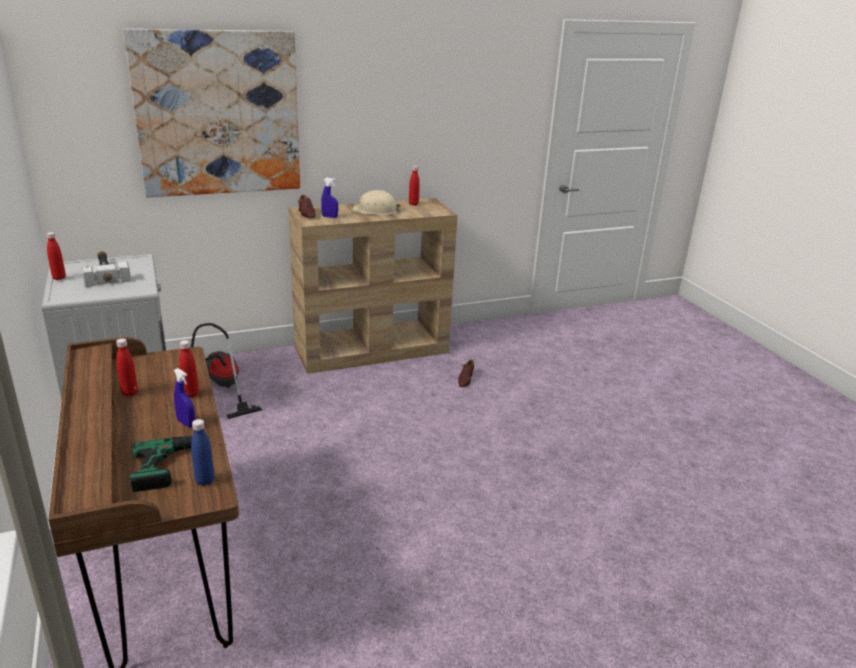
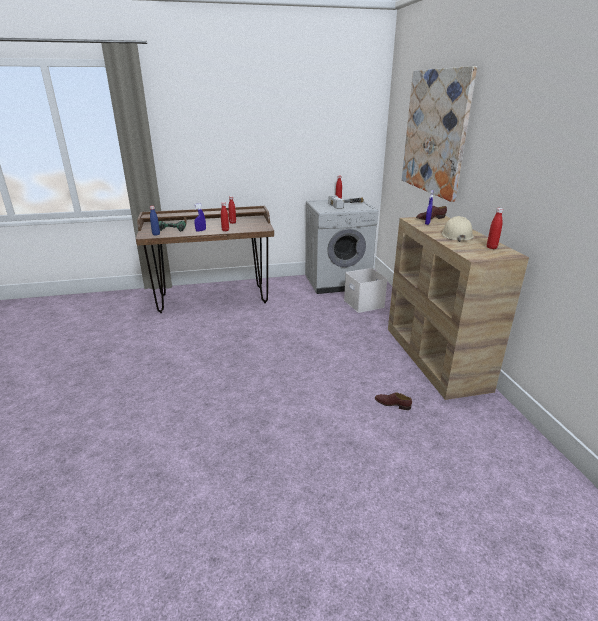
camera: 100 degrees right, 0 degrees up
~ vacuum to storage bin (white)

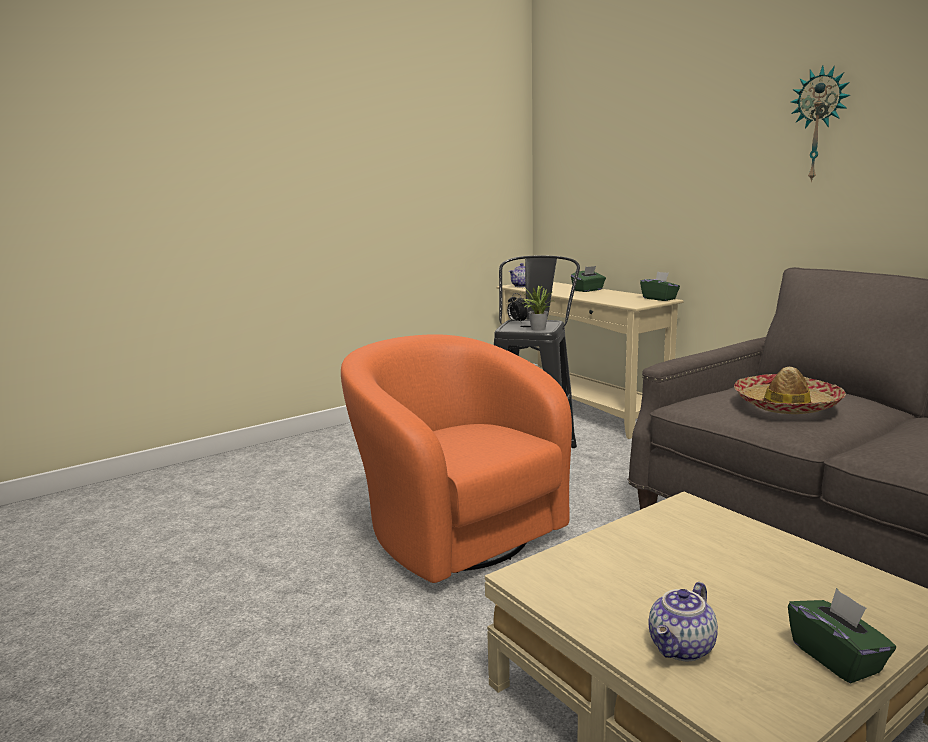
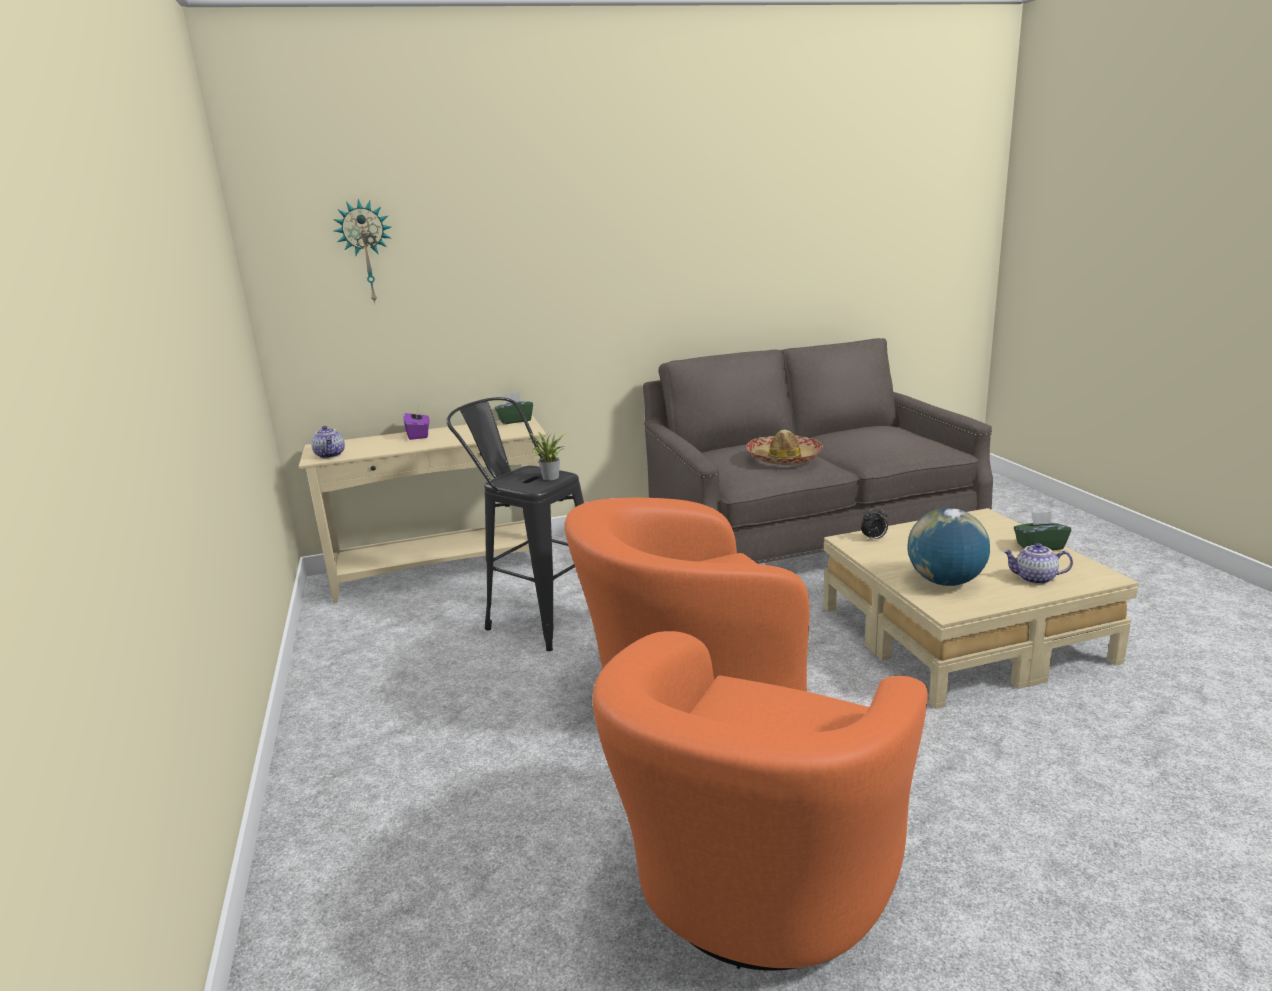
camera: 70 degrees left, 5 degrees up
+ lounge chair (orange-coloured) (2nd from left)
+ world globe
~ alarm clock
~ clock on the wall
~ tissue holder (green-coloured) (1st from left) to tissue holder (purple)
~ pot for tea (2nd from left) 135 degrees clockwise

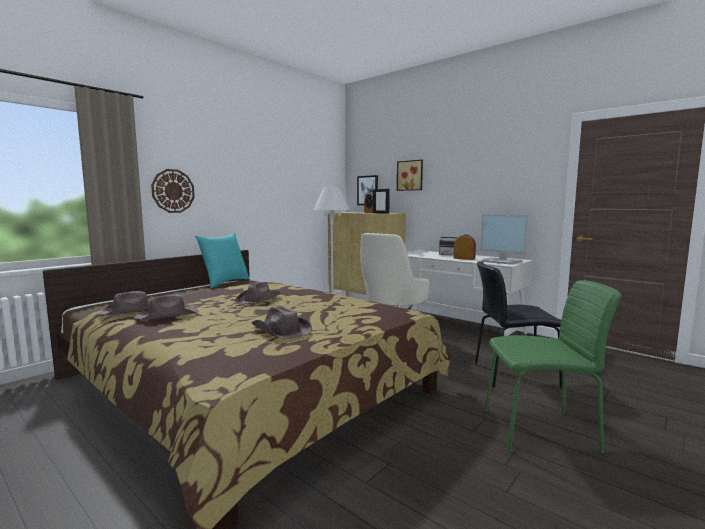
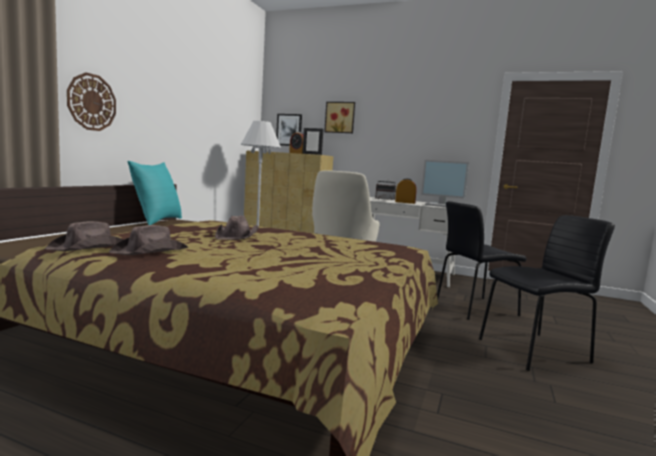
camera: 20 degrees left, 0 degrees up
- clothing hat (brown-coloured) (4th from left)
~ upright chair (green-coloured) to upright chair (black) (2nd from left)

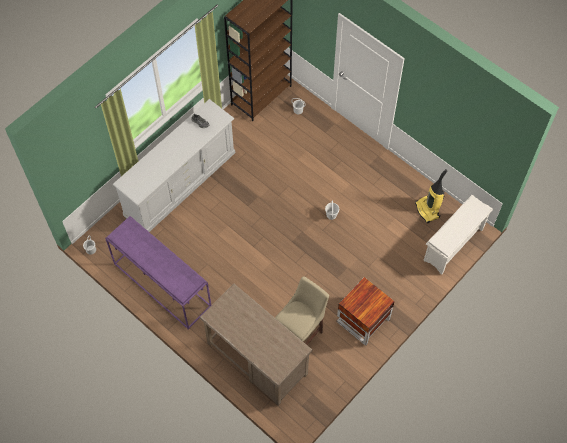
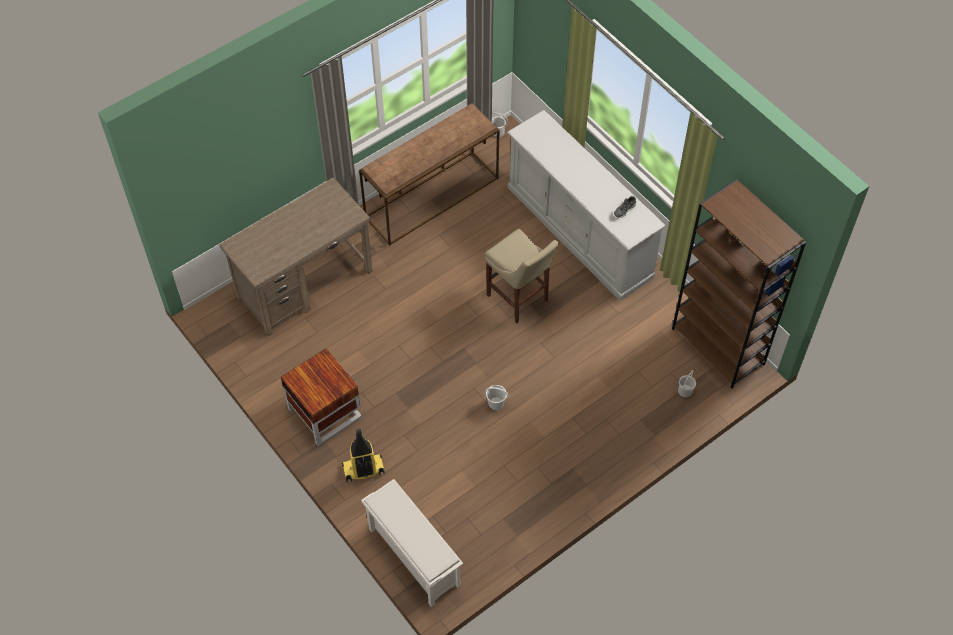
camera: 100 degrees right, 5 degrees down
~ stool (beige)
~ vacuum
~ console table (purple) to console table (brown-coloured)

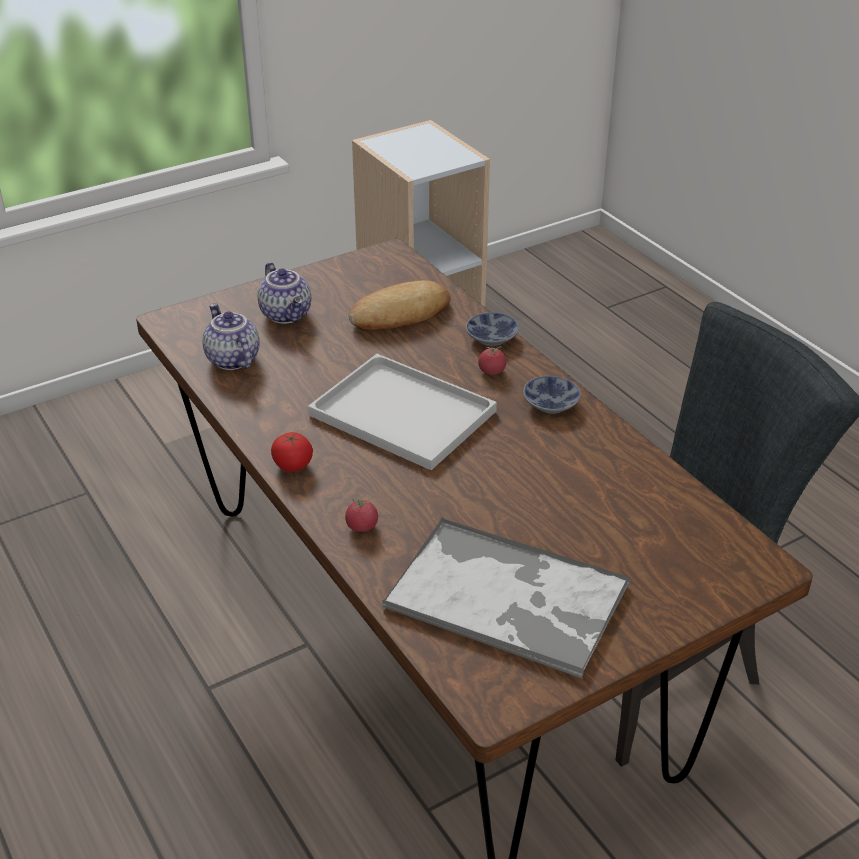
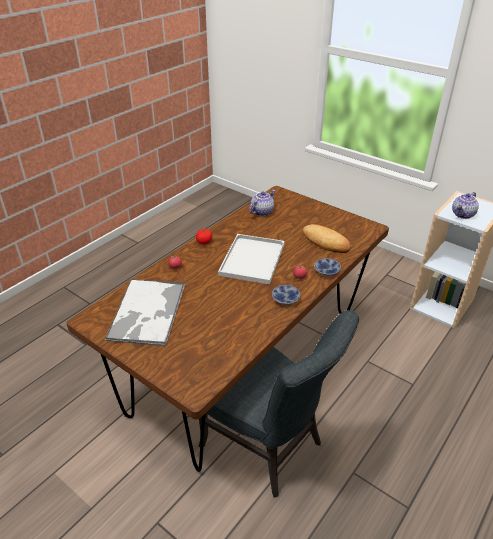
camera: 70 degrees right, 0 degrees up
~ pot for tea (2nd from left)

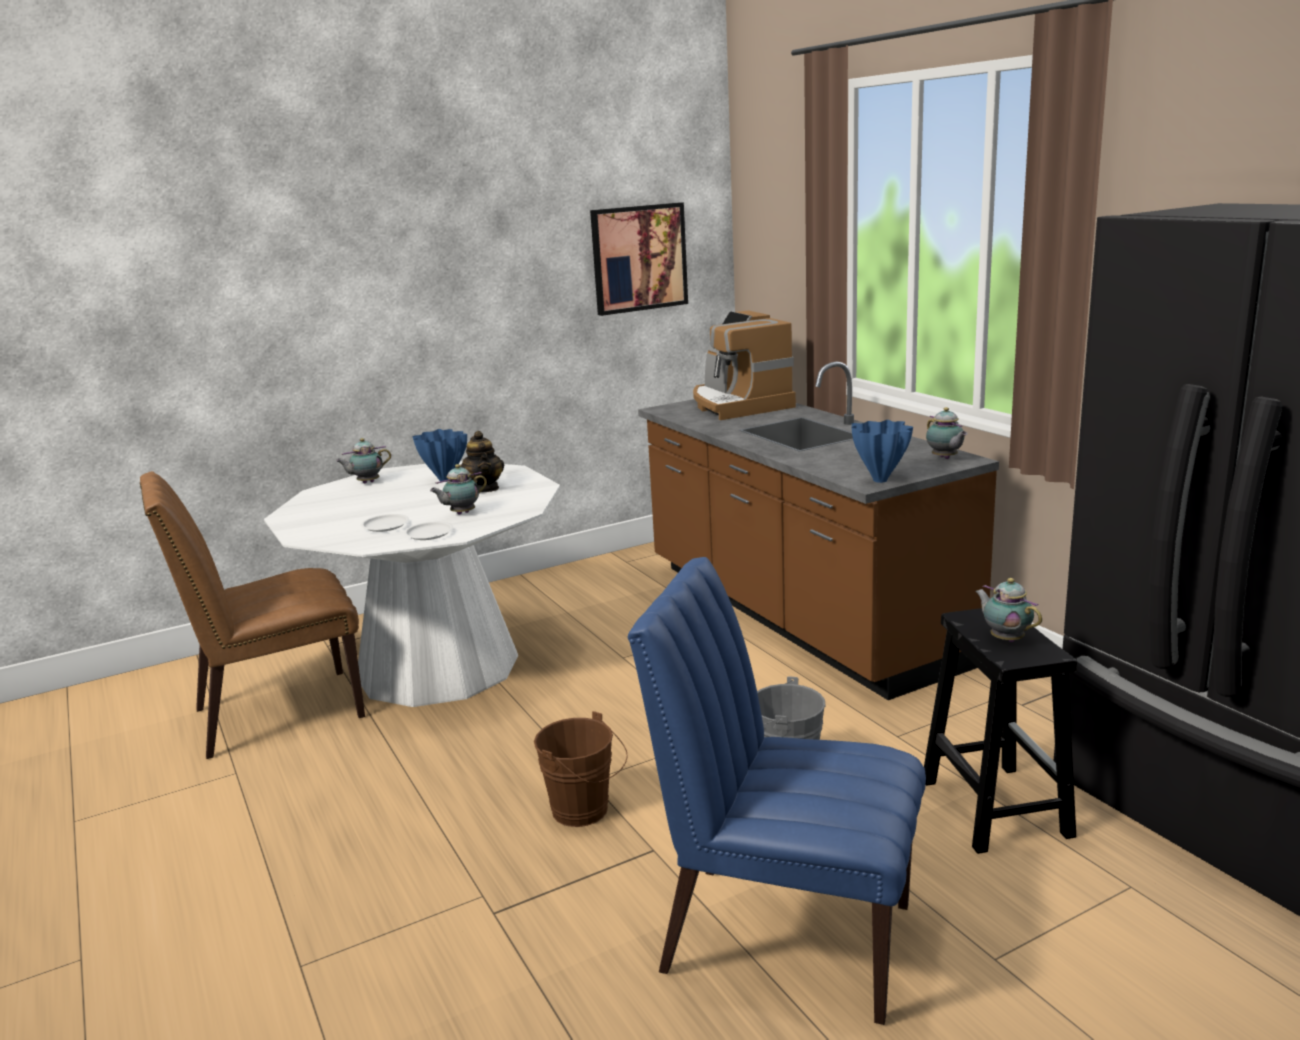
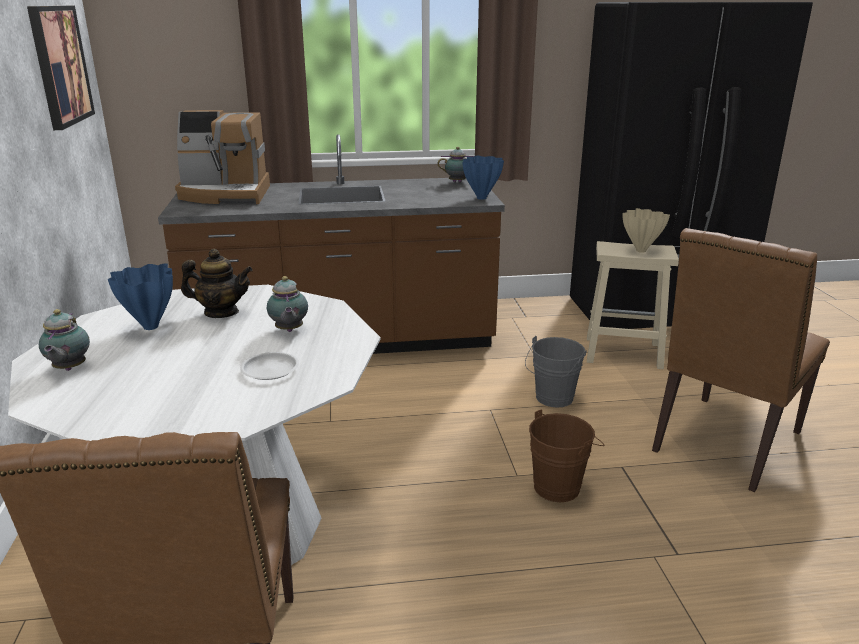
camera: 70 degrees left, 5 degrees up
- plate (white) (2nd from left)
~ pot for tea (5th from left) to flower vase (beige)
~ upright chair (bluish) to upright chair (brown-coloured) (2nd from left)
~ stool (black) to stool (beige)

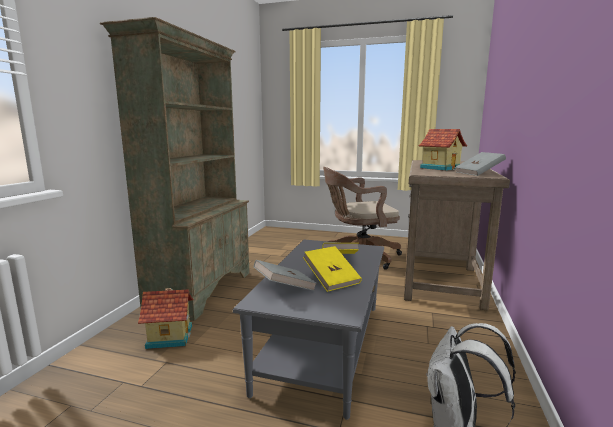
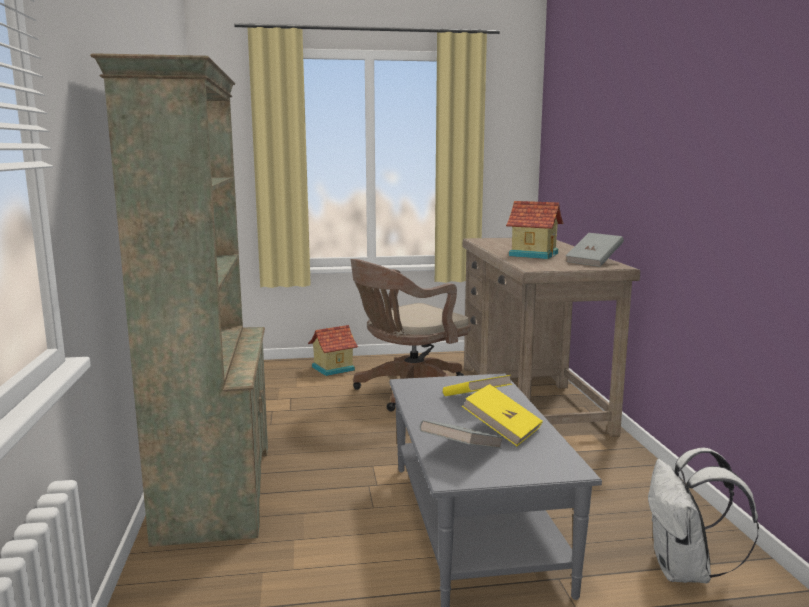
camera: 25 degrees left, 0 degrees up
~ model house (1st from left)

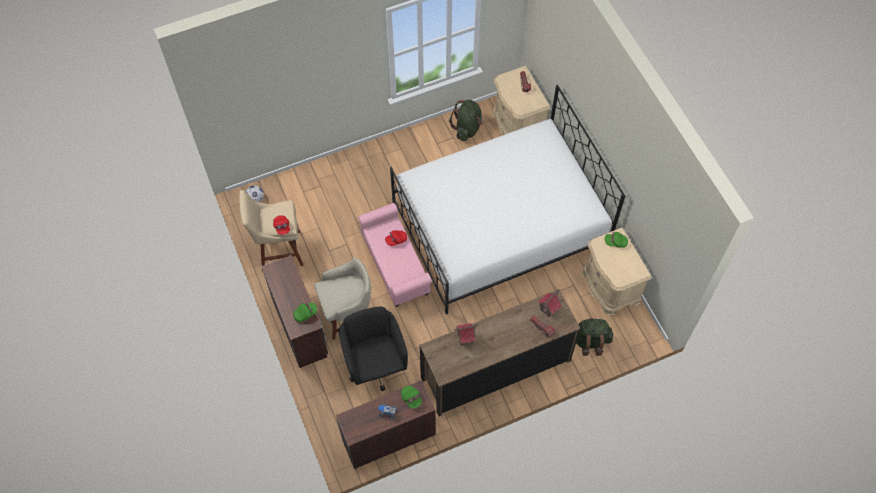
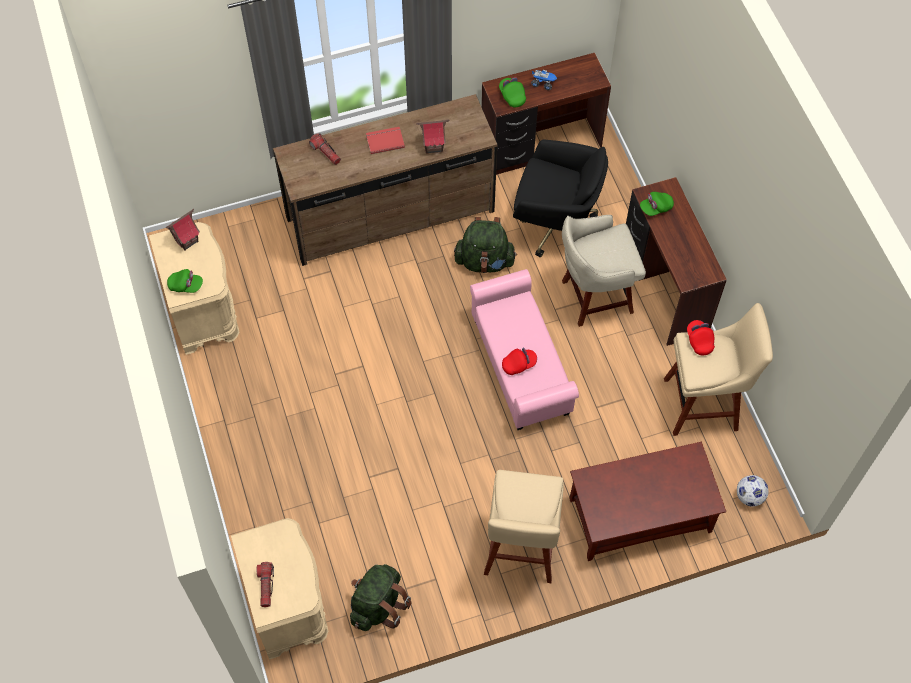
camera: 175 degrees left, 0 degrees up
- sleeping bed (white)
+ bound book (reddish)
+ stool (beige) (1st from left)
+ coffee table (brown-coloured)
~ model house (2nd from left in the first image) to model house (1st from left)
~ backpack (green-coloured) (2nd from left)
~ computer chair (black) 60 degrees counterclockwise

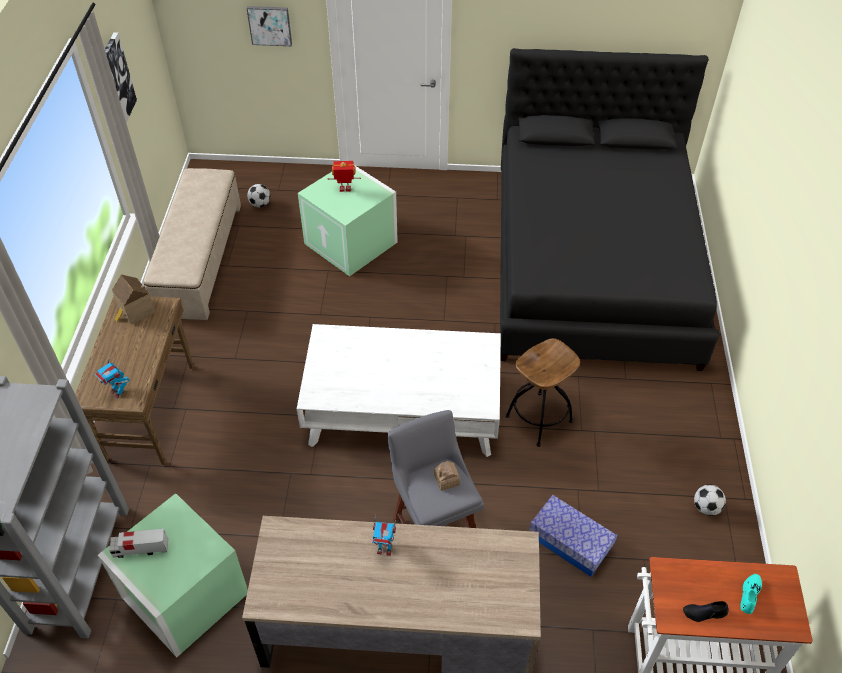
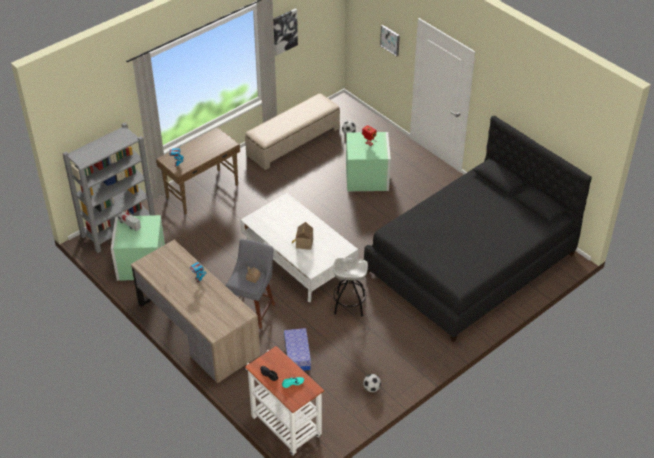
camera: 45 degrees right, 5 degrees down
~ model house (1st from left in the first image) to model house (2nd from left)
~ stool (brown-coloured) to stool (grey) (2nd from left)

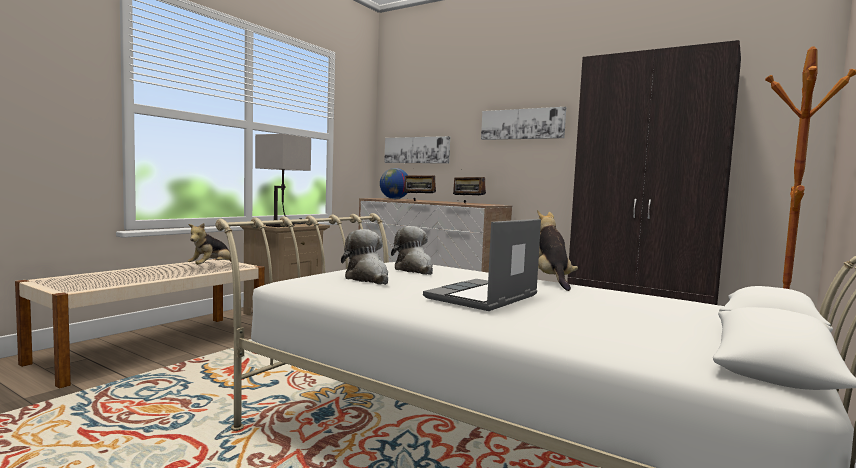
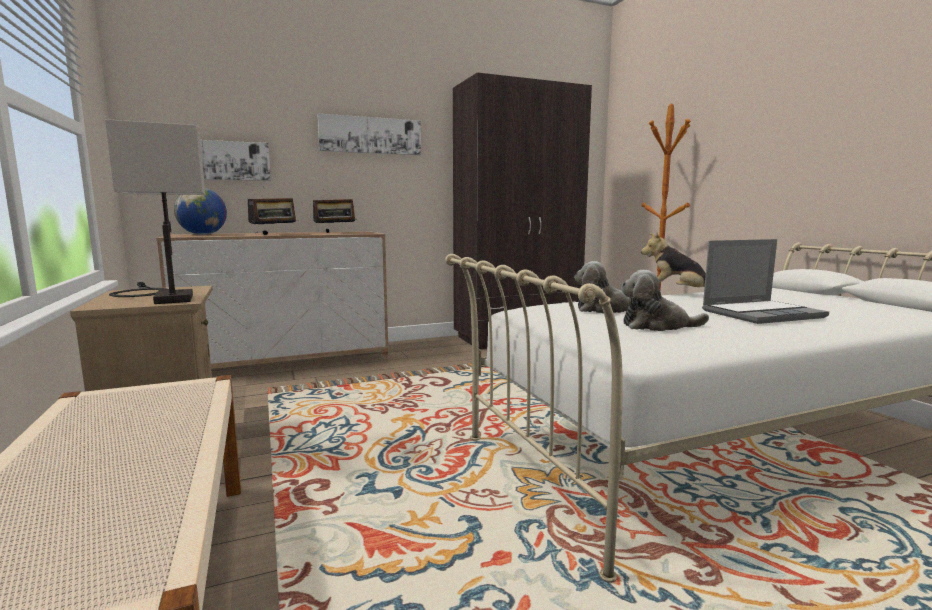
camera: 55 degrees left, 5 degrees up
- soft toy (1st from left)
~ portable computer 90 degrees counterclockwise

